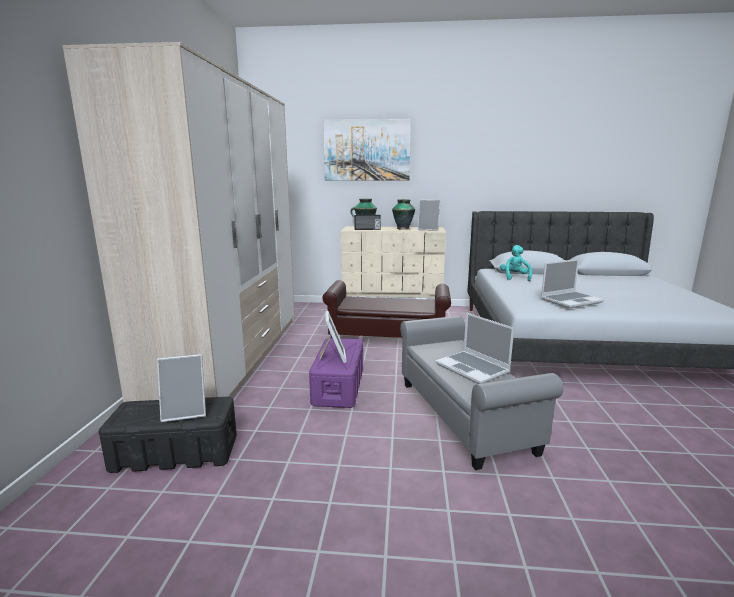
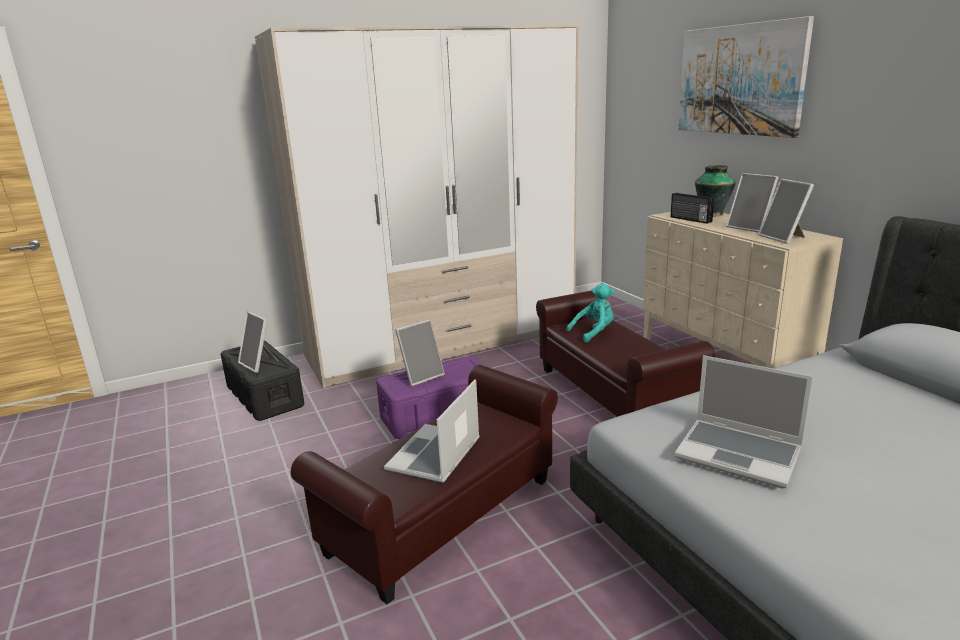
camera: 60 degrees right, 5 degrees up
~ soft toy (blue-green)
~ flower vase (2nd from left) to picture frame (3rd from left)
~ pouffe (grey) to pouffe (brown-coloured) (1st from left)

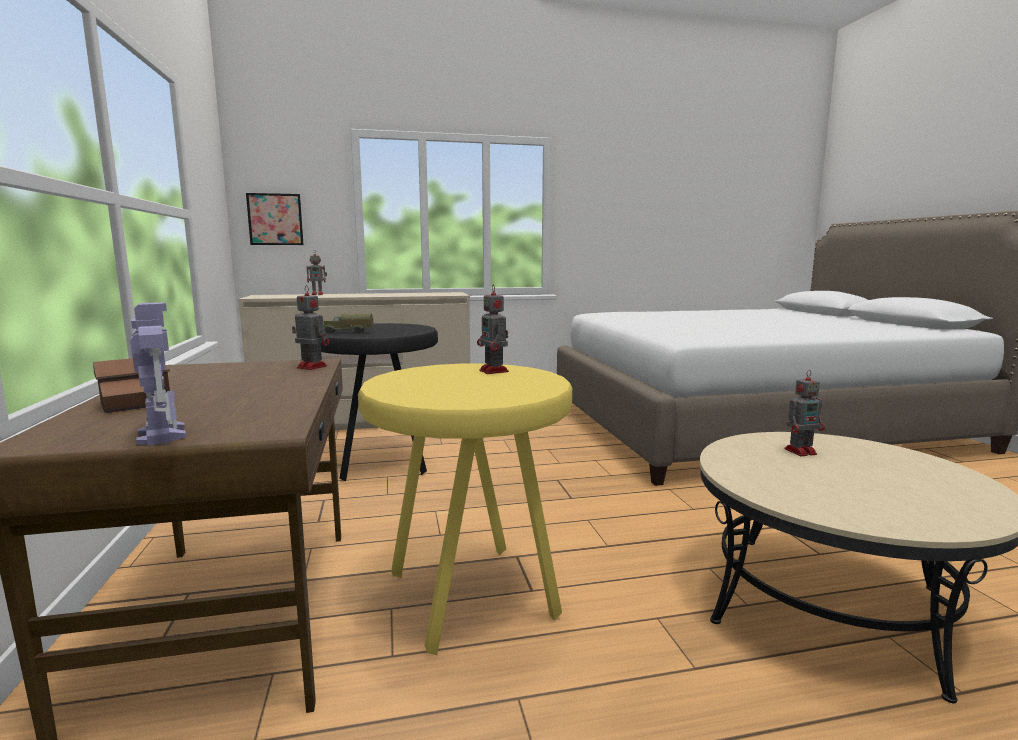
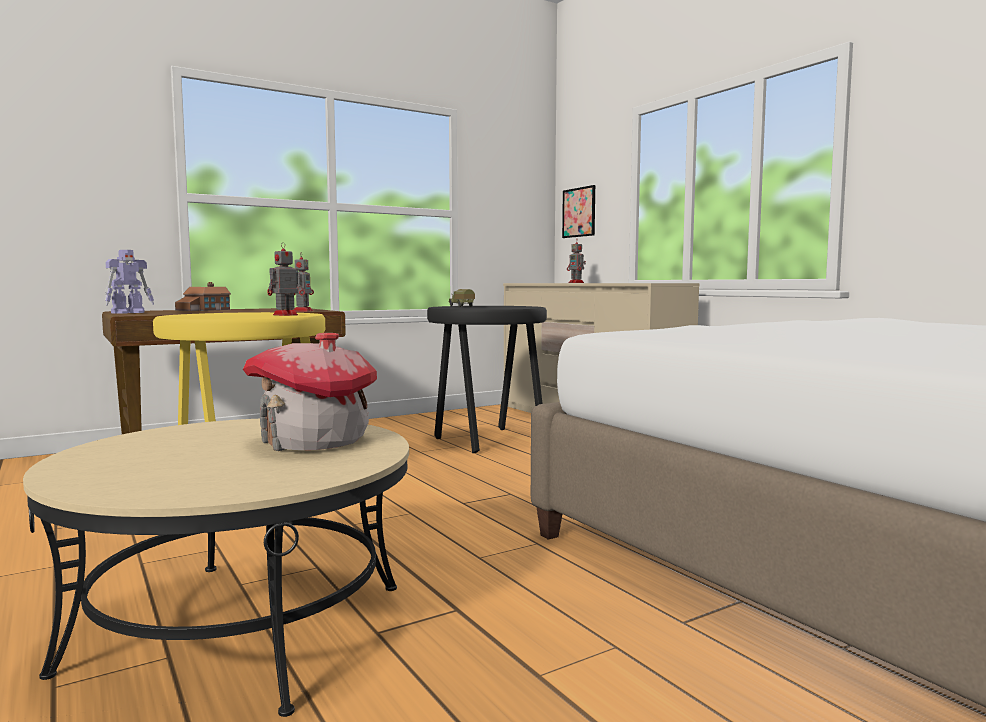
camera: 70 degrees right, 5 degrees down
~ robot figure (5th from left) to model house (2nd from left)

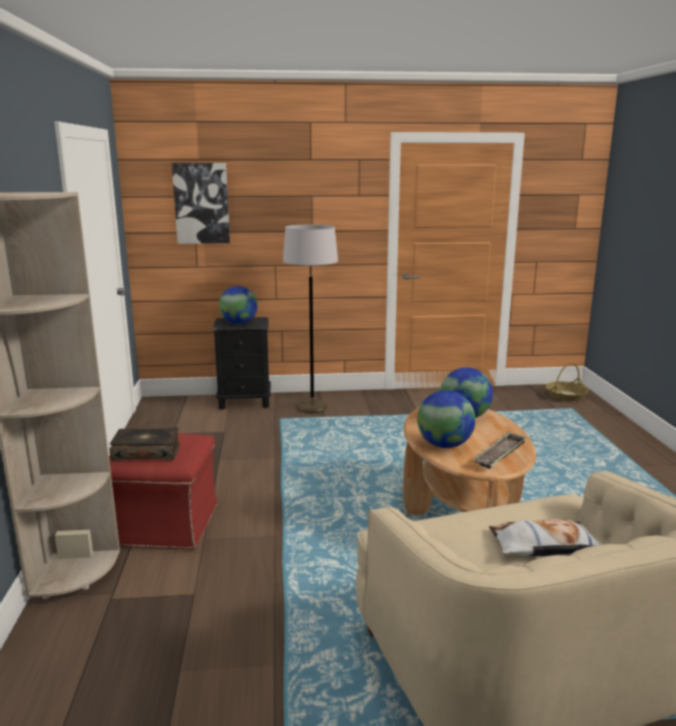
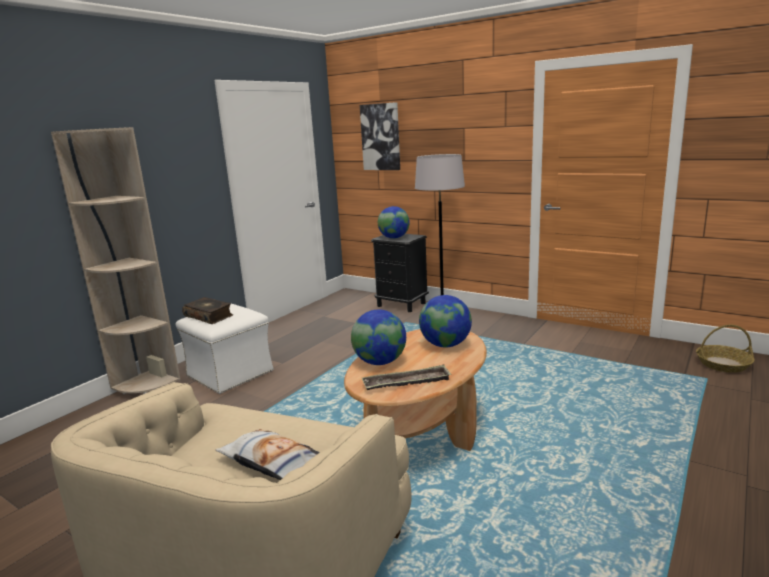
camera: 40 degrees right, 0 degrees up
~ pouffe (reddish) to pouffe (white)

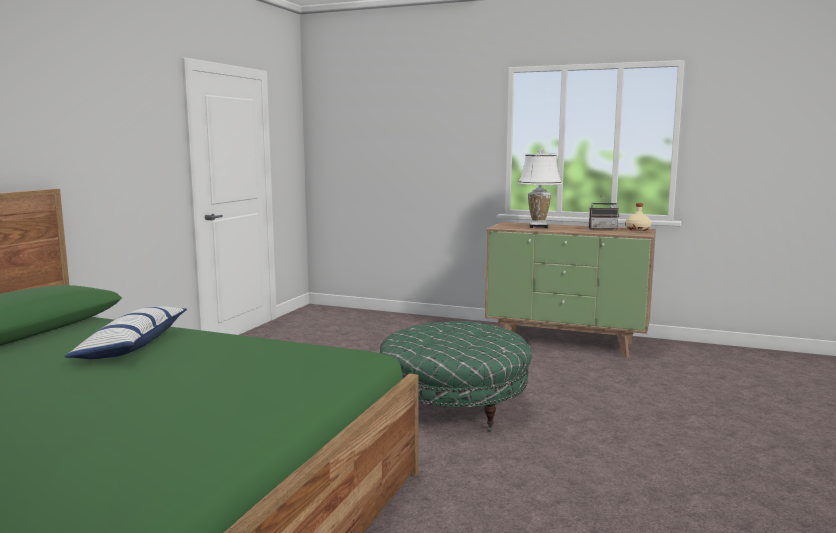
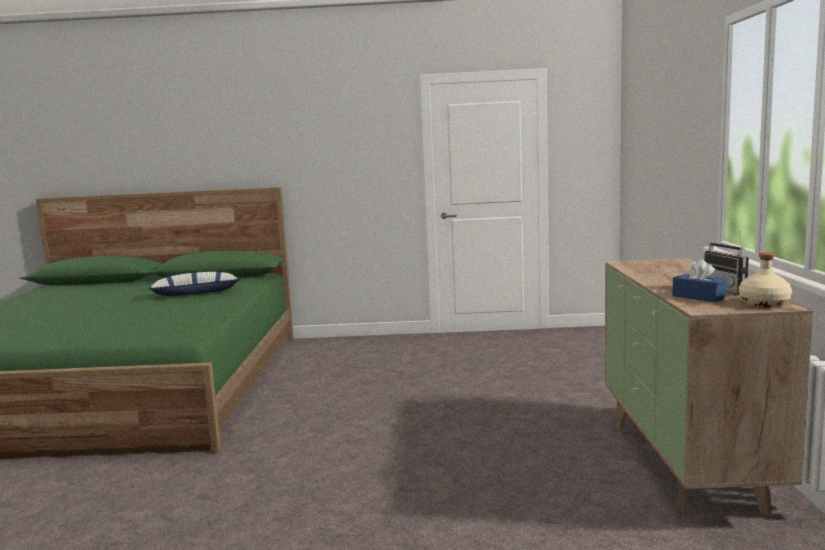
camera: 70 degrees right, 0 degrees up
- pouffe (green-coloured)
- table lamp (white)
+ tissue holder (bluish)

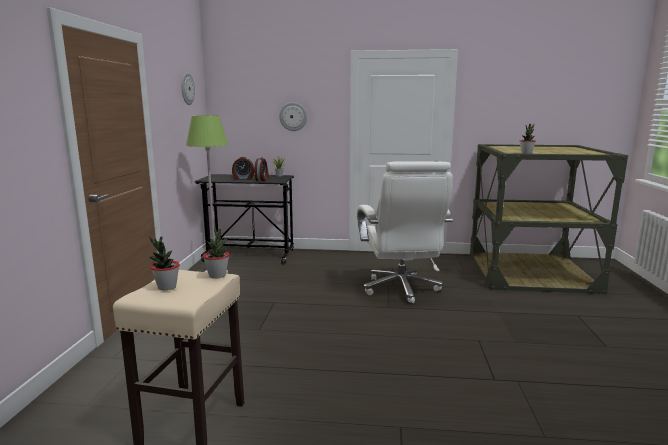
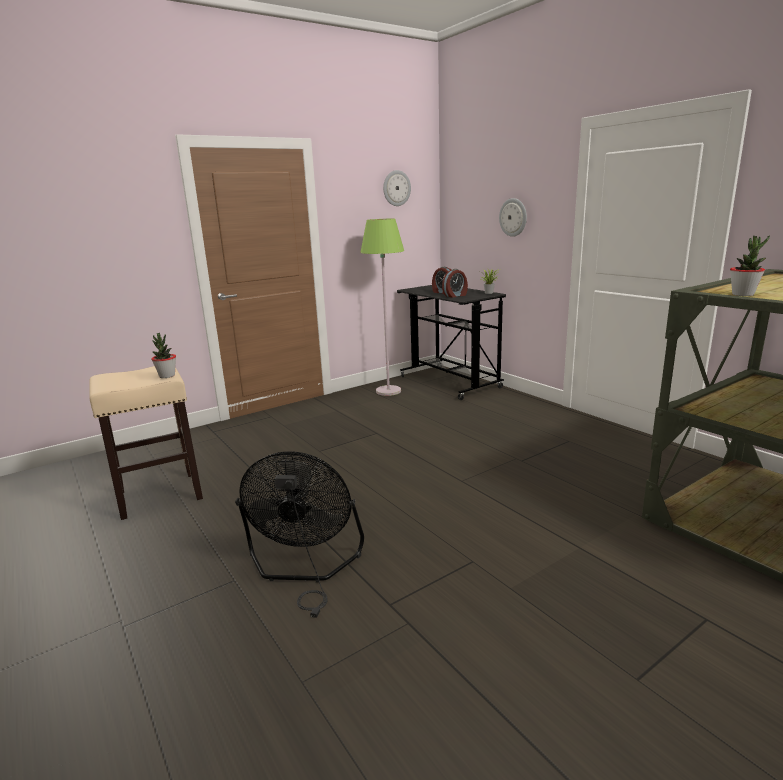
camera: 50 degrees right, 5 degrees up
- houseplant (1st from left)
- computer chair (white)
+ cooling fan (black)

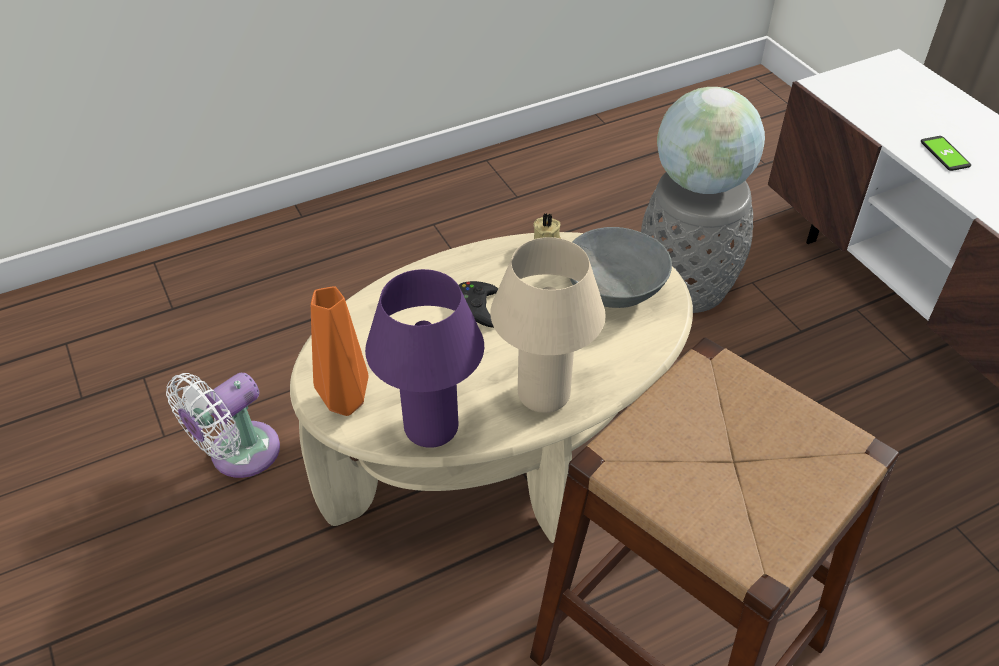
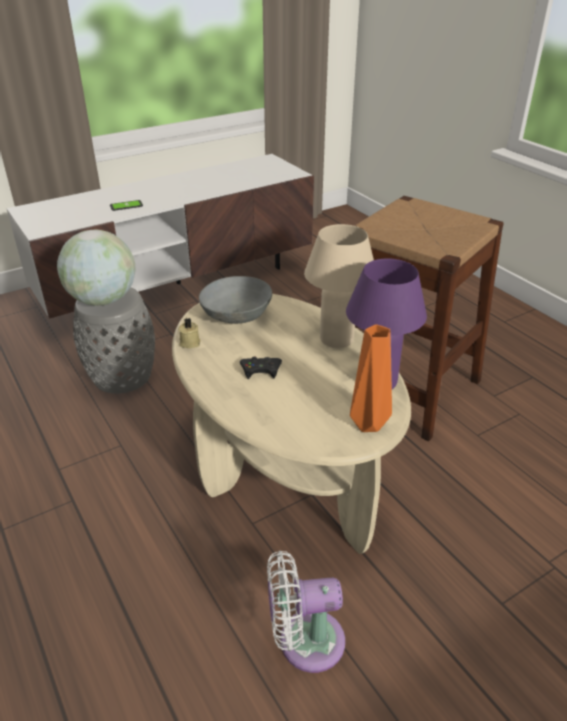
camera: 95 degrees left, 10 degrees down
~ cooling fan (white) 135 degrees clockwise

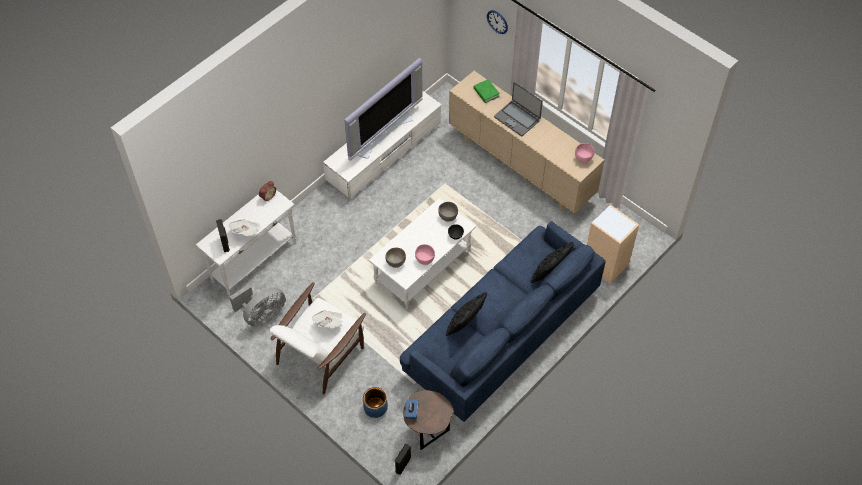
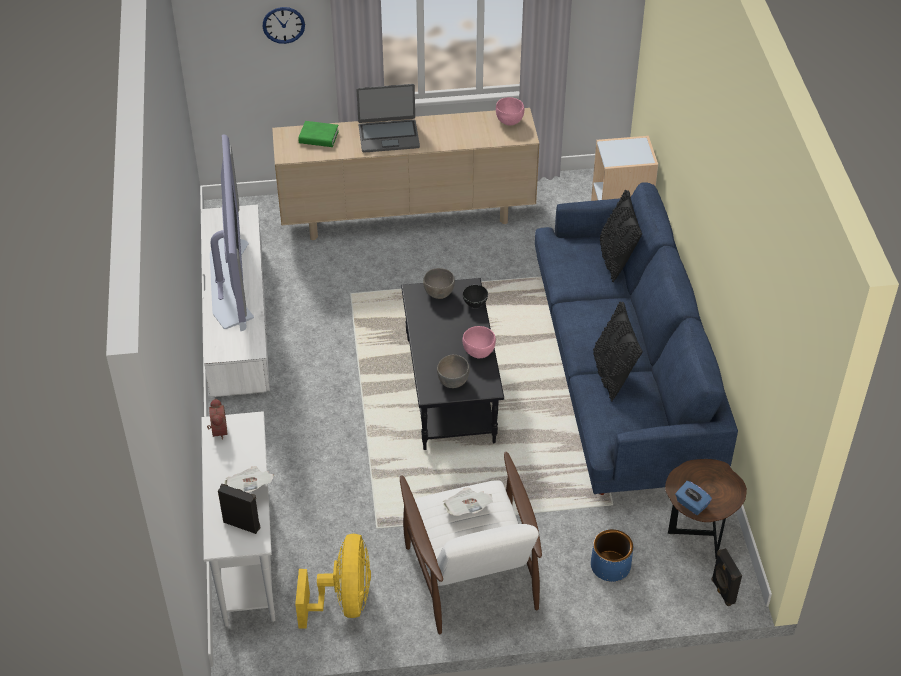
camera: 50 degrees left, 10 degrees down
~ cooling fan (grey) to cooling fan (yellow)
~ coffee table (white) to coffee table (black)

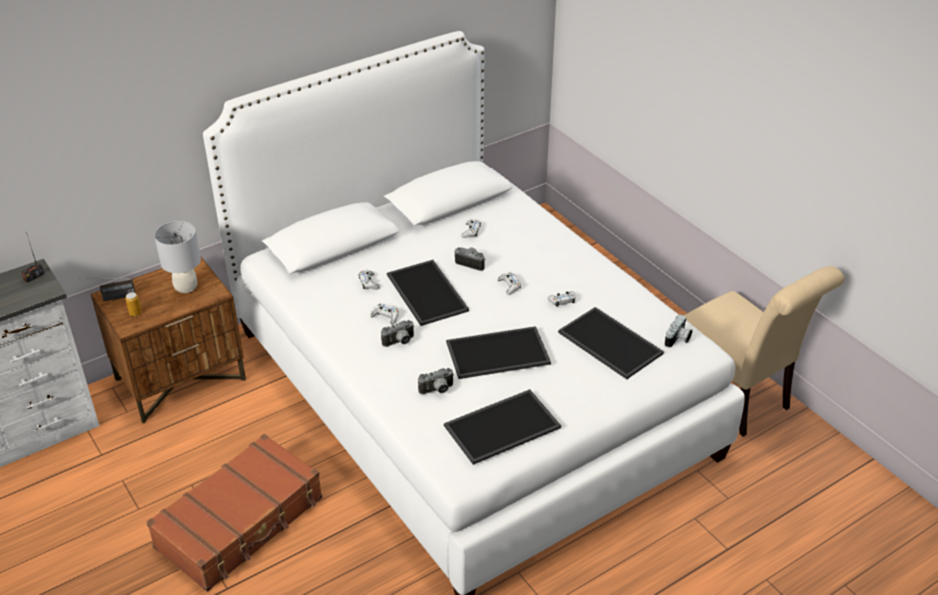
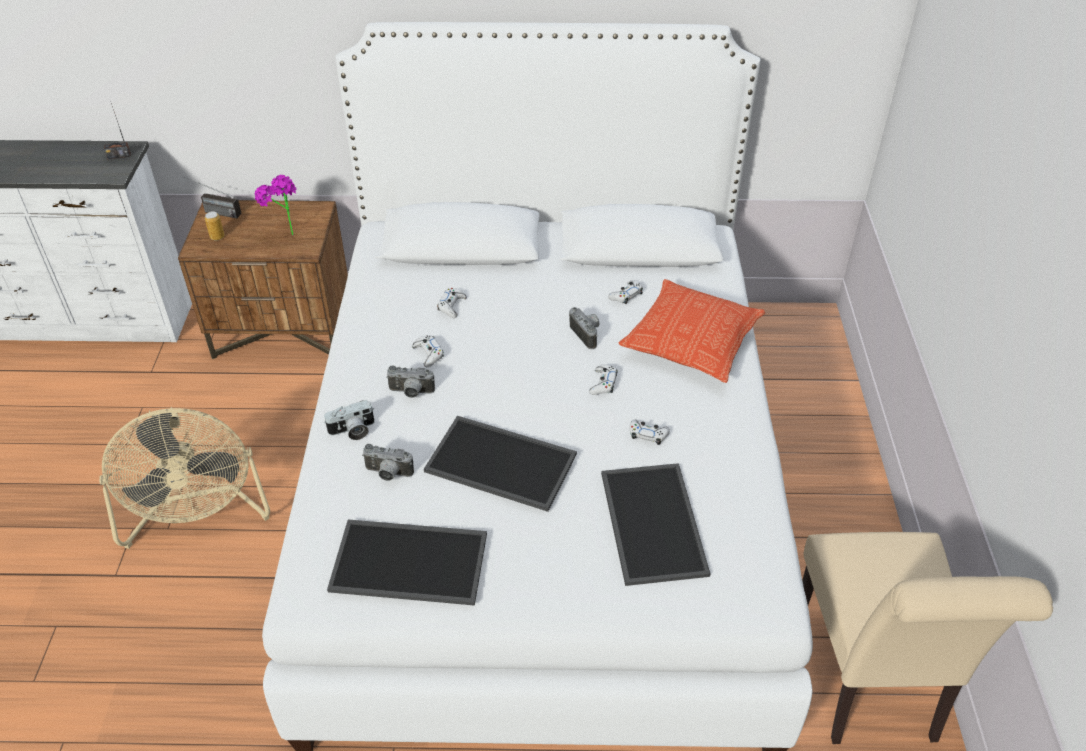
camera: 35 degrees right, 5 degrees up
- carrying tray (1st from left)
+ throw pillow (orange-coloured)
~ still camera (4th from left in the first image) to still camera (1st from left)
~ suitcase (brown-coloured) to cooling fan (beige)
~ table lamp (grey) to houseplant

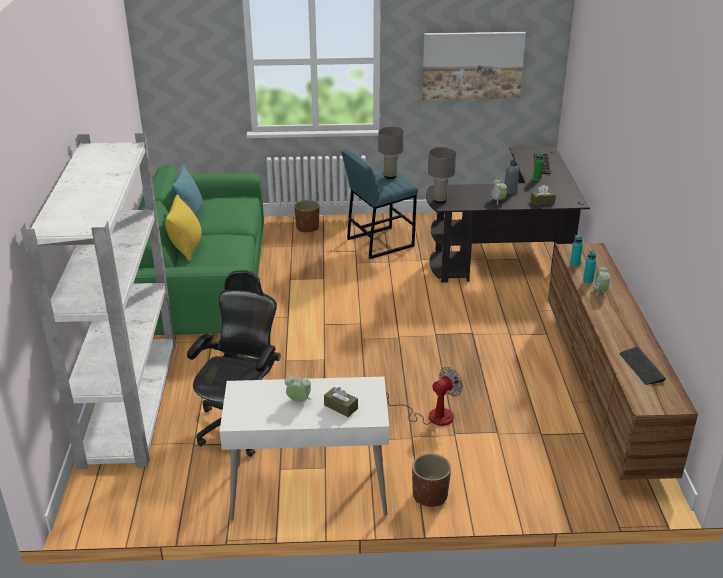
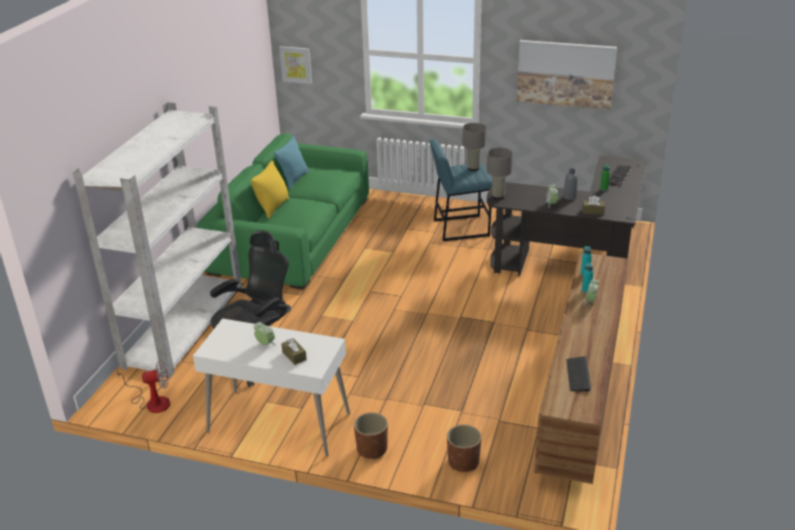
camera: 20 degrees right, 0 degrees up
+ wall art (1st from left)
~ planter (brown-coloured) (1st from left in the first image) to planter (brown-coloured) (2nd from left)
~ cooling fan

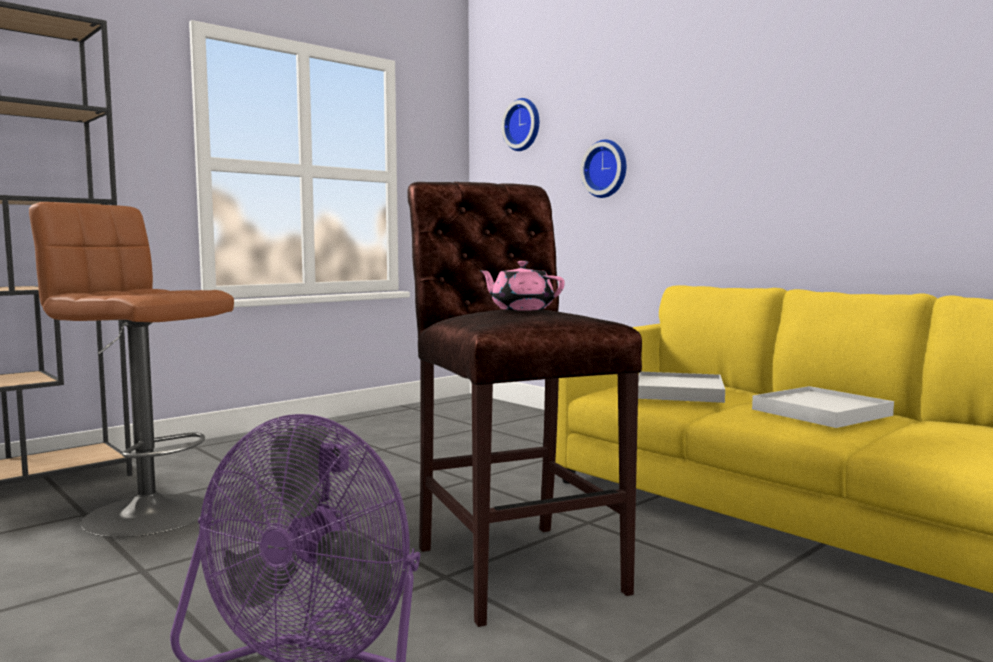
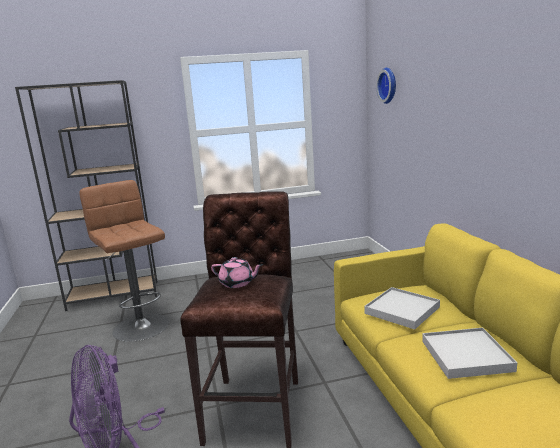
camera: 30 degrees right, 10 degrees up
- clock on the wall (2nd from left)
~ pot for tea (pink) 135 degrees clockwise

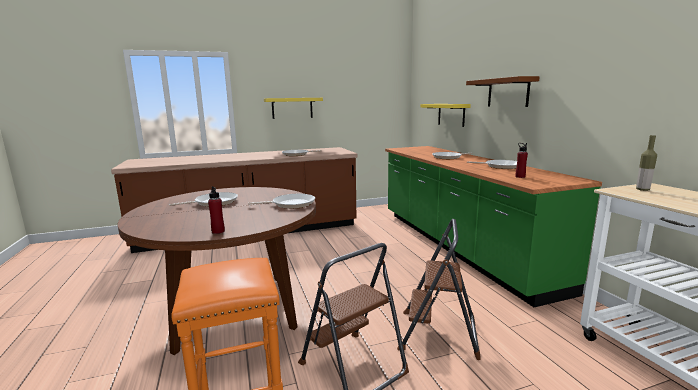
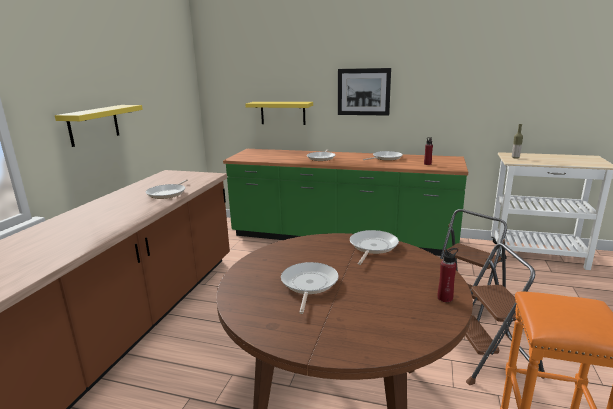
camera: 55 degrees left, 5 degrees up
~ shelf (brown-coloured) to wall art

